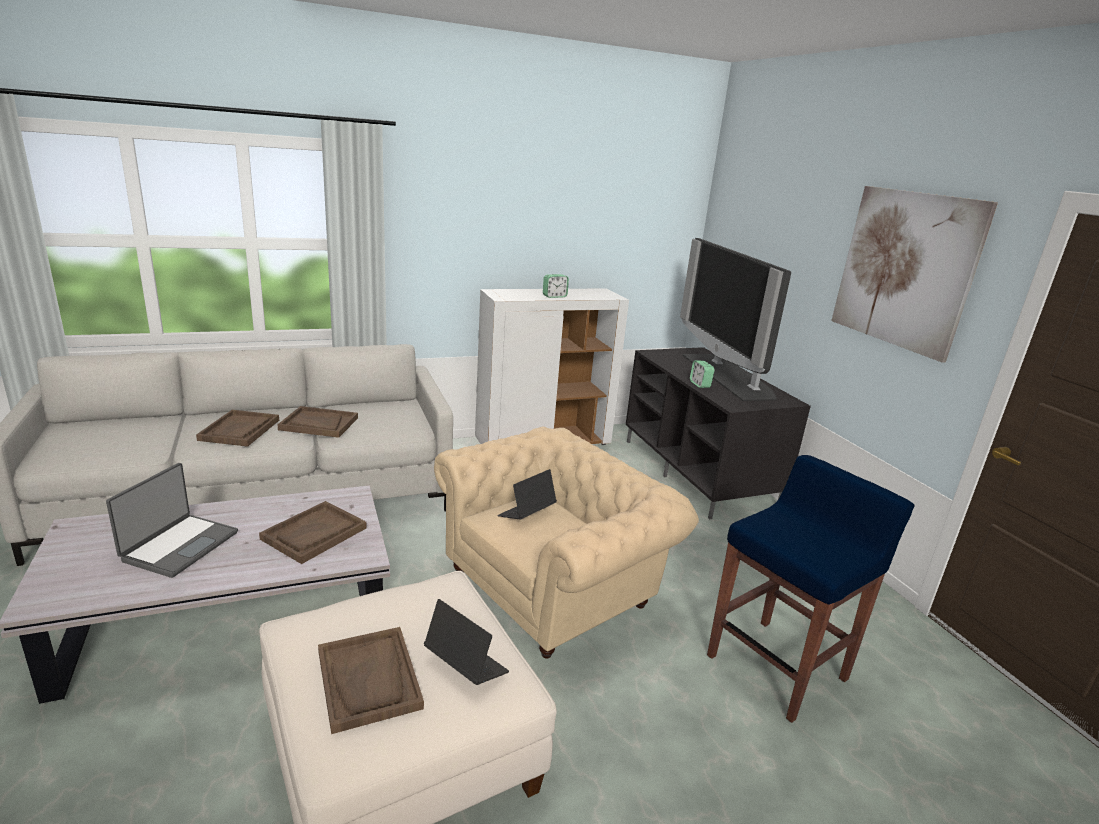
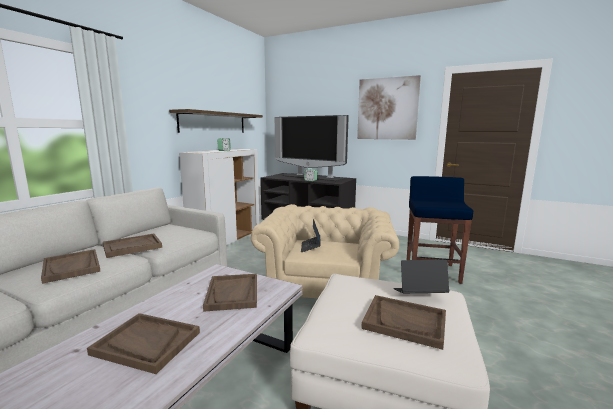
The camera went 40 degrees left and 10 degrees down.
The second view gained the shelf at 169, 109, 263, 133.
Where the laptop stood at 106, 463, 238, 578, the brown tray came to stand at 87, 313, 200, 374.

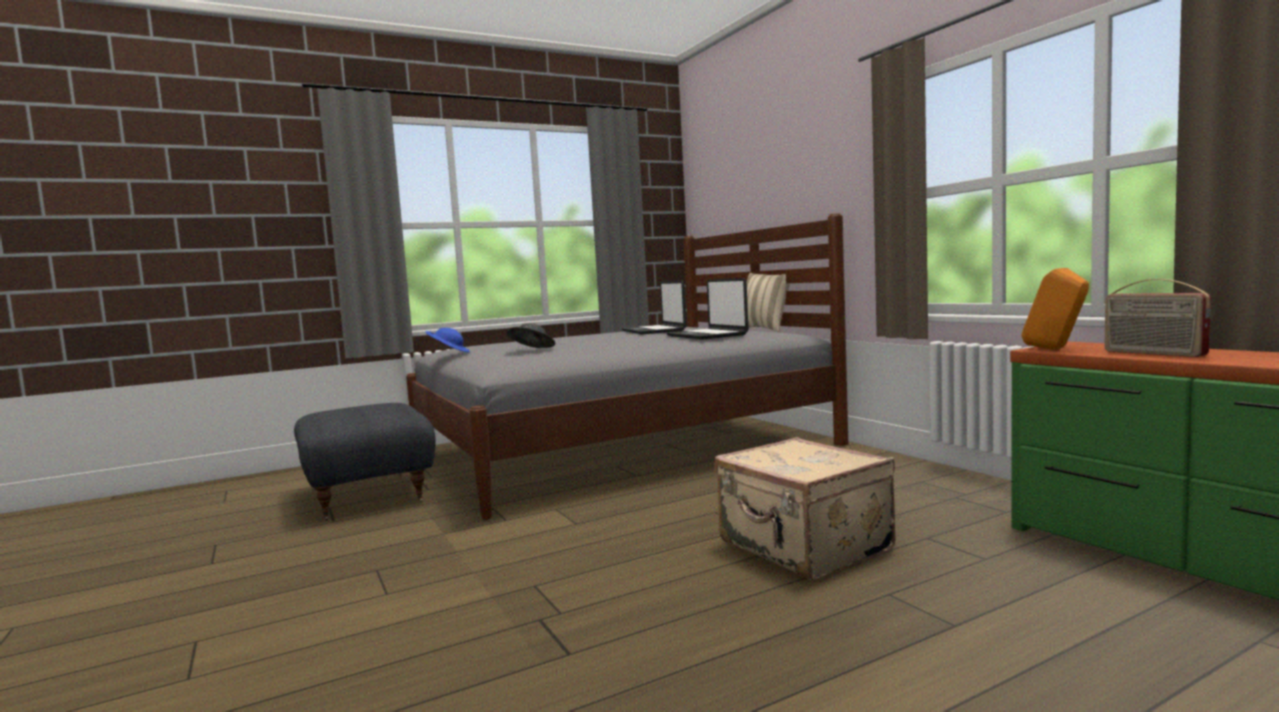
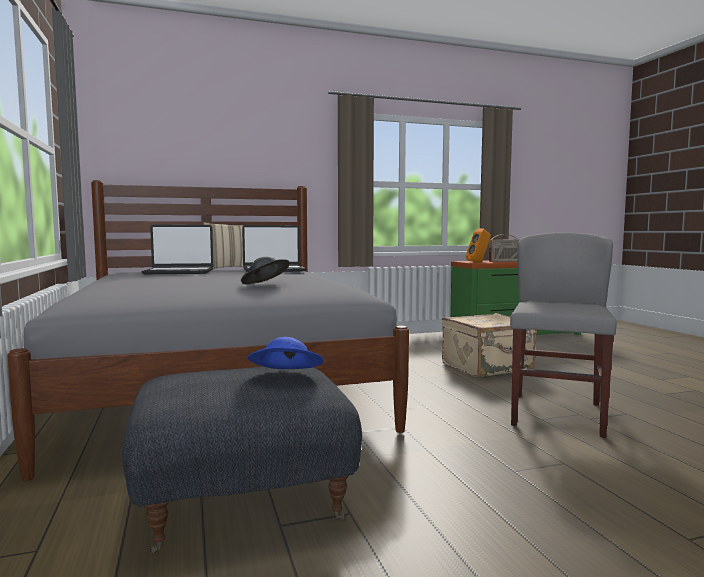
The camera went 80 degrees left and 0 degrees up.
The second view gained the grey chair at 510, 233, 617, 438.
The blue hat ended up elsewhere, having gone from 425, 328, 470, 352 to 248, 337, 324, 369.

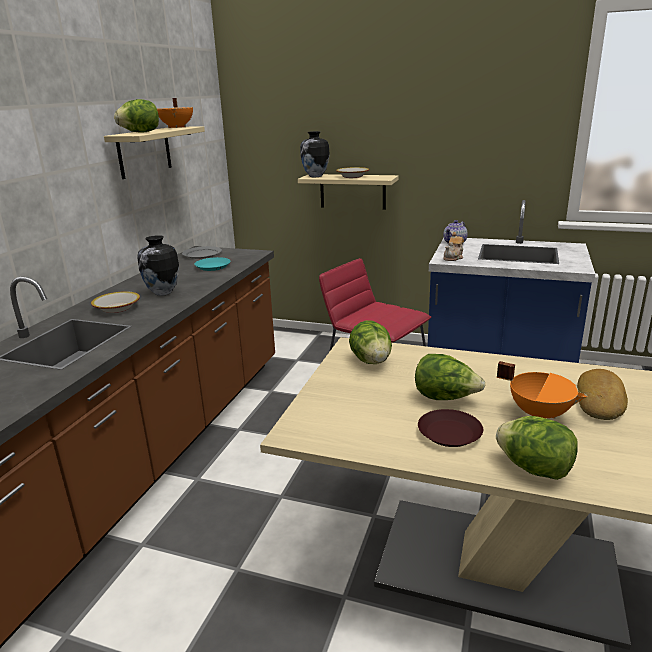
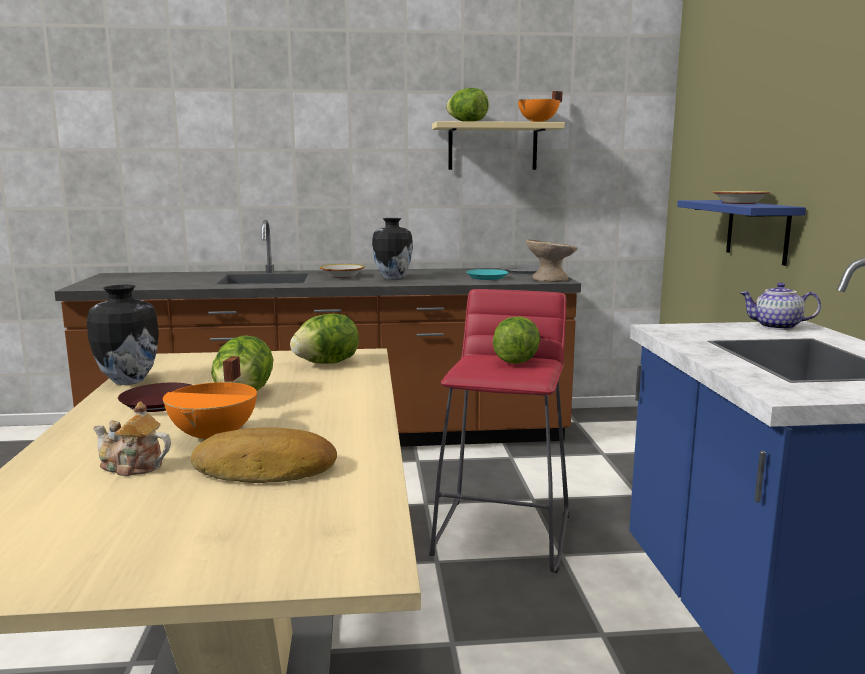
The camera went 65 degrees right and 10 degrees down.
The second view gained the beige bowl at 526, 239, 578, 282.
The vase ended up elsewhere, having gone from 300, 131, 329, 177 to 87, 285, 159, 385.
The teapot ended up elsewhere, having gone from 444, 232, 464, 261 to 93, 402, 171, 476.
The lettuce ended up elsewhere, having gone from 496, 416, 578, 480 to 493, 316, 540, 364.
What was the beige shelf at 298, 174, 399, 210 turned into the blue shelf at 677, 200, 806, 266.

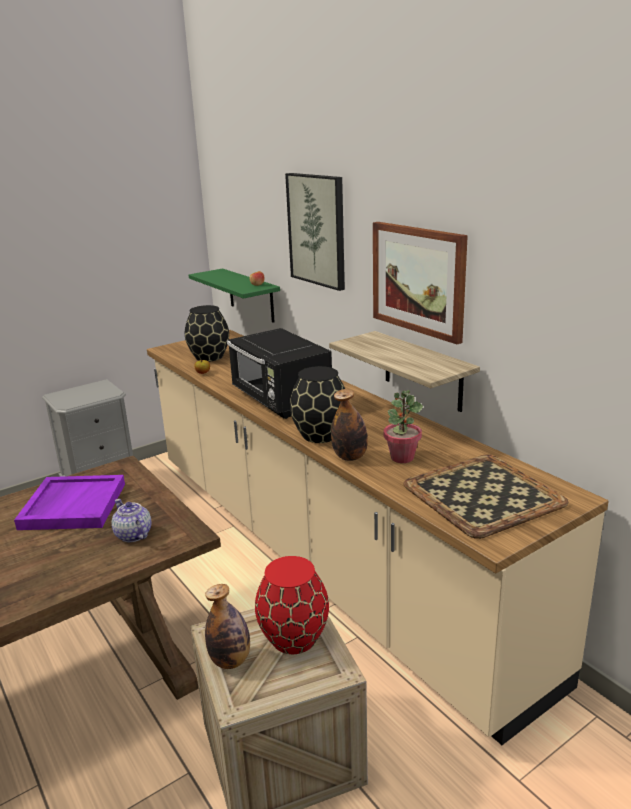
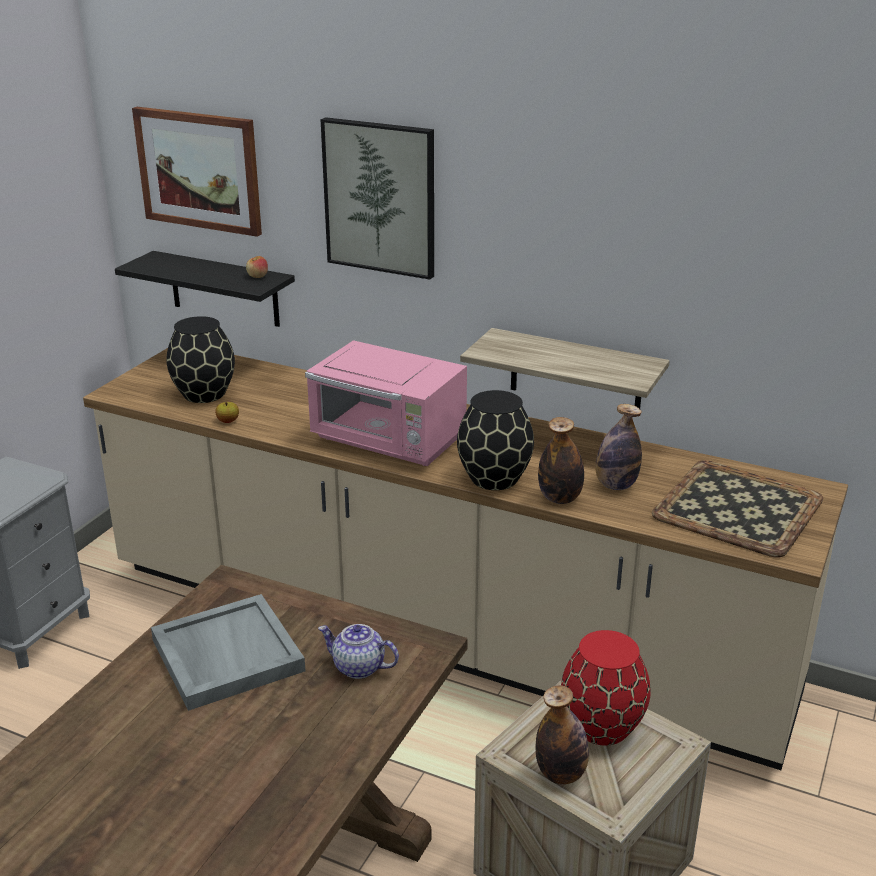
The camera went 30 degrees left and 5 degrees up.
The picture ended up elsewhere, having gone from 373, 222, 468, 344 to 132, 107, 262, 237.
Where the potted plant stood at 384, 390, 423, 463, the bottle came to stand at 596, 404, 642, 490.
What was the purple tray at 14, 475, 125, 530 turned into the grey tray at 151, 594, 306, 711.
What was the green shelf at 189, 268, 280, 323 turned into the black shelf at 115, 251, 295, 327.
What was the black microwave at 227, 328, 332, 419 turned into the pink microwave at 305, 340, 467, 466.

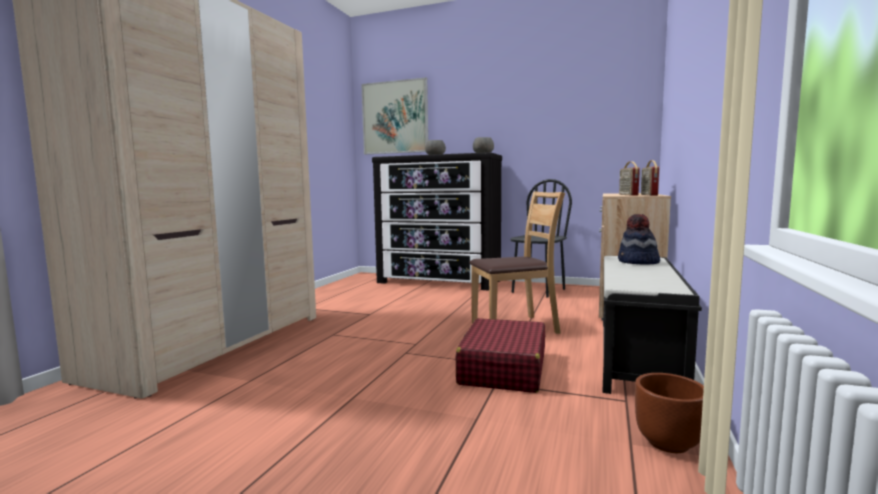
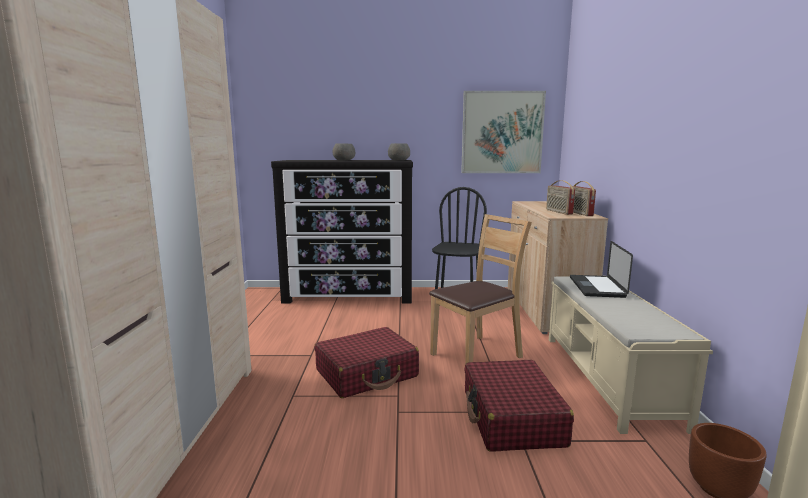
The camera went 20 degrees left and 5 degrees up.
The second view gained the red suitcase at 315, 327, 419, 398.
The picture ended up elsewhere, having gone from 361, 77, 428, 154 to 461, 91, 546, 173.
Where the hat stood at 618, 214, 660, 264, the laptop came to stand at 570, 241, 633, 298.
What was the black bench at 603, 256, 702, 394 turned into the beige bench at 549, 276, 713, 434.

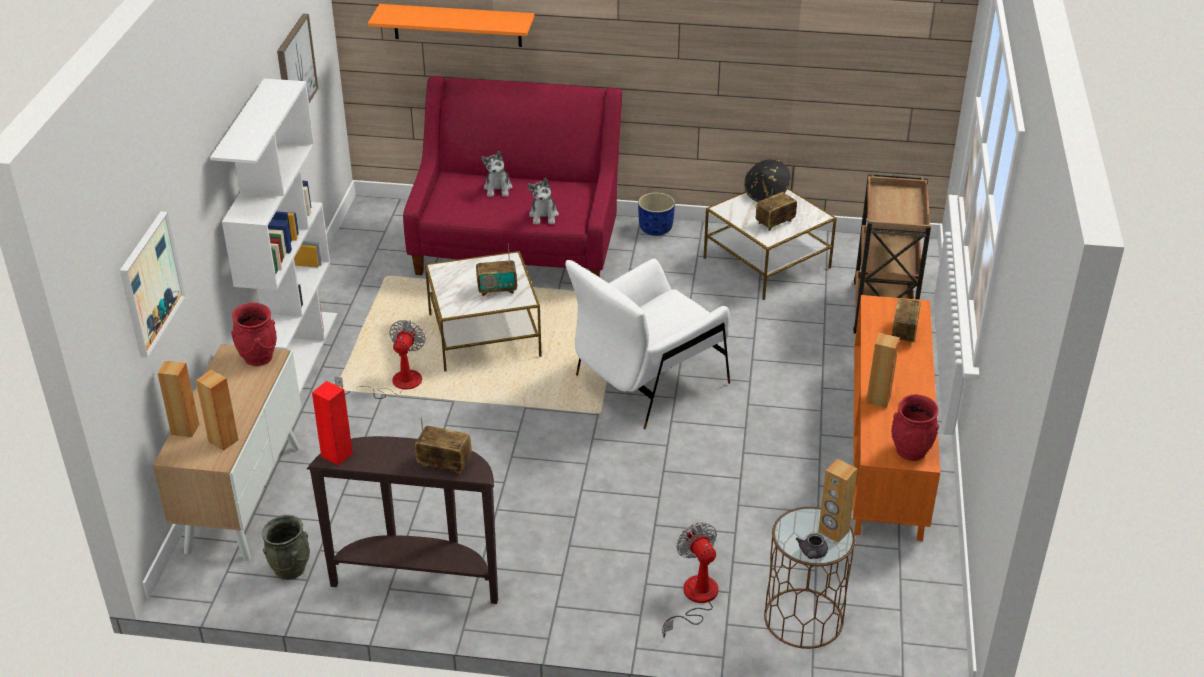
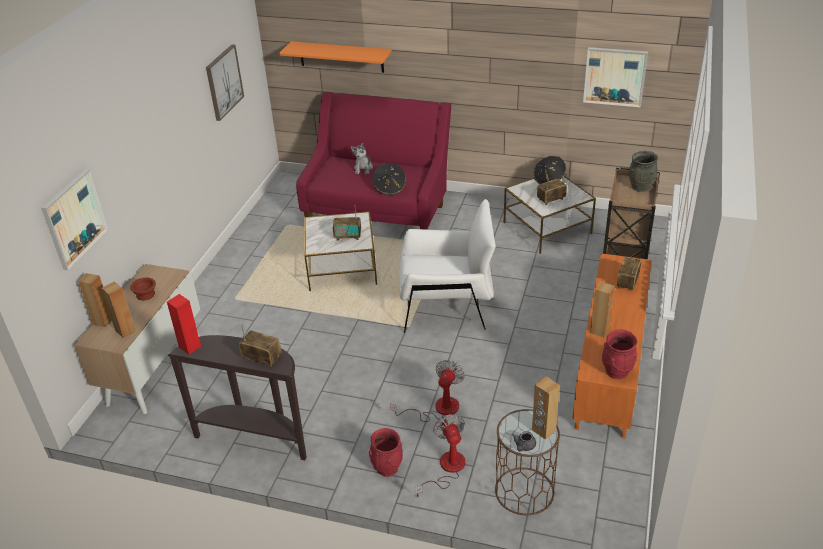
The camera went 10 degrees right and 0 degrees up.
The second view lost the white bookcase at 210, 78, 337, 394.
The second view lost the blue planter at 638, 193, 675, 236.
The second view gained the brown bowl at 130, 278, 156, 300.
The second view gained the picture at 583, 47, 648, 107.
The red vase ended up elsewhere, having gone from 231, 302, 277, 366 to 369, 428, 403, 477.
The grey vase ended up elsewhere, having gone from 262, 515, 310, 580 to 629, 151, 658, 192.
The fan ended up elsewhere, having gone from 334, 320, 426, 399 to 390, 360, 465, 422.
Where the plush toy stood at 528, 178, 559, 225, the black hat came to stand at 372, 163, 406, 195.
The white armchair at 565, 259, 730, 429 ended up facing another way, 150 degrees counterclockwise from before.

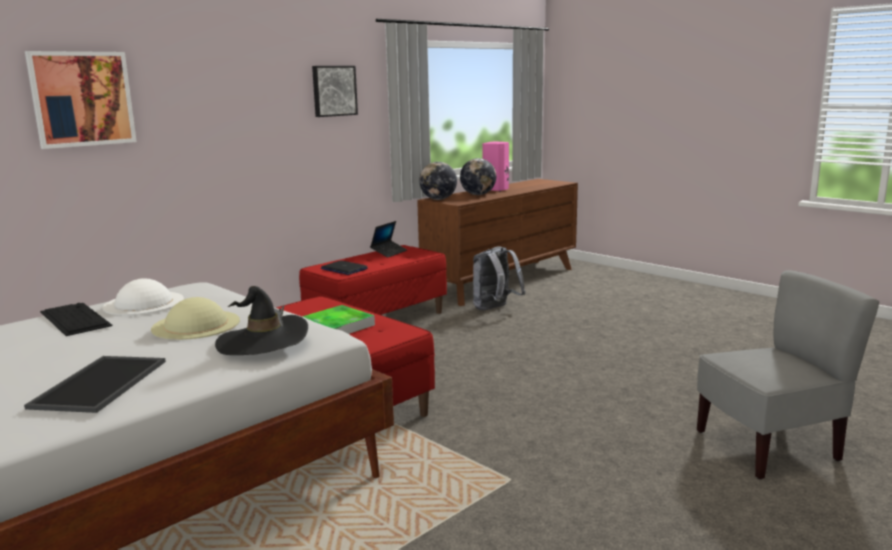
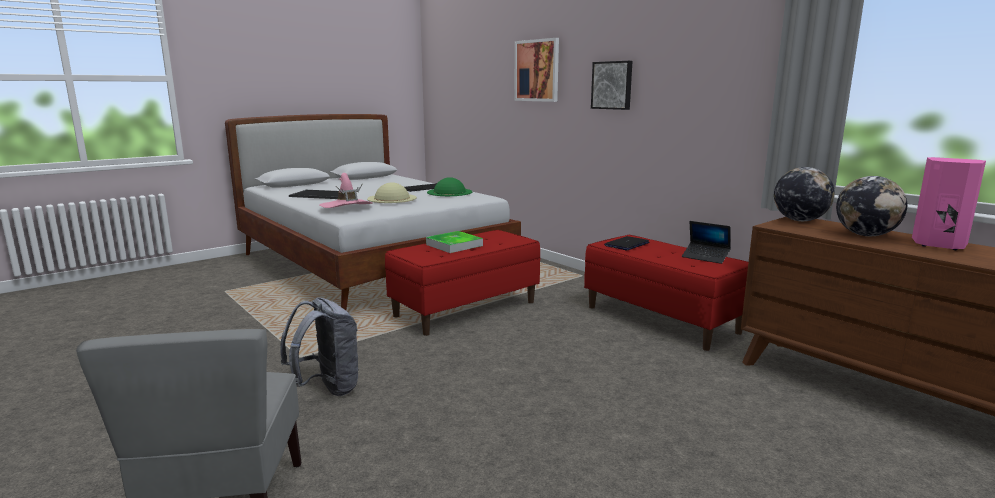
The camera went 95 degrees right and 0 degrees up.
The picture ended up elsewhere, having gone from 312, 66, 358, 117 to 591, 61, 633, 110.
The grey backpack ended up elsewhere, having gone from 473, 246, 526, 310 to 280, 297, 359, 396.
What was the white hat at 102, 278, 184, 315 turned into the green hat at 427, 177, 472, 196.
What was the black hat at 215, 286, 308, 355 turned into the pink hat at 320, 173, 373, 208.

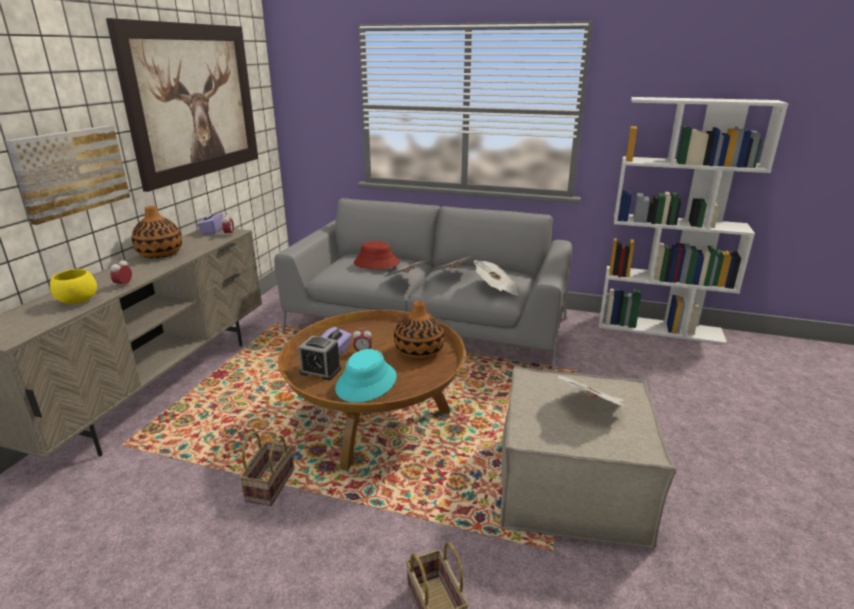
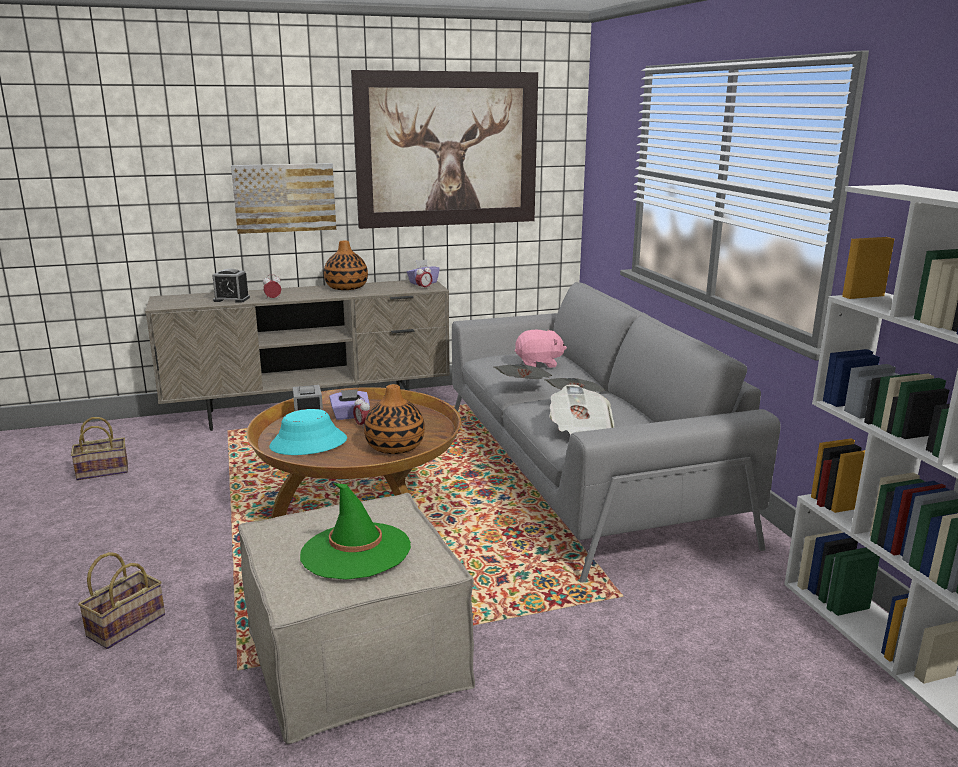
The camera went 55 degrees right and 5 degrees down.
The basket ended up elsewhere, having gone from 239, 431, 294, 506 to 71, 417, 128, 480.
Where the yellow bowl stood at 50, 269, 97, 304, the alarm clock came to stand at 213, 269, 250, 303.
Where the red hat stood at 354, 241, 400, 269, the pink plush toy came to stand at 515, 330, 567, 368.
Where the newspaper stood at 558, 375, 625, 407, the green hat came to stand at 300, 483, 411, 580.

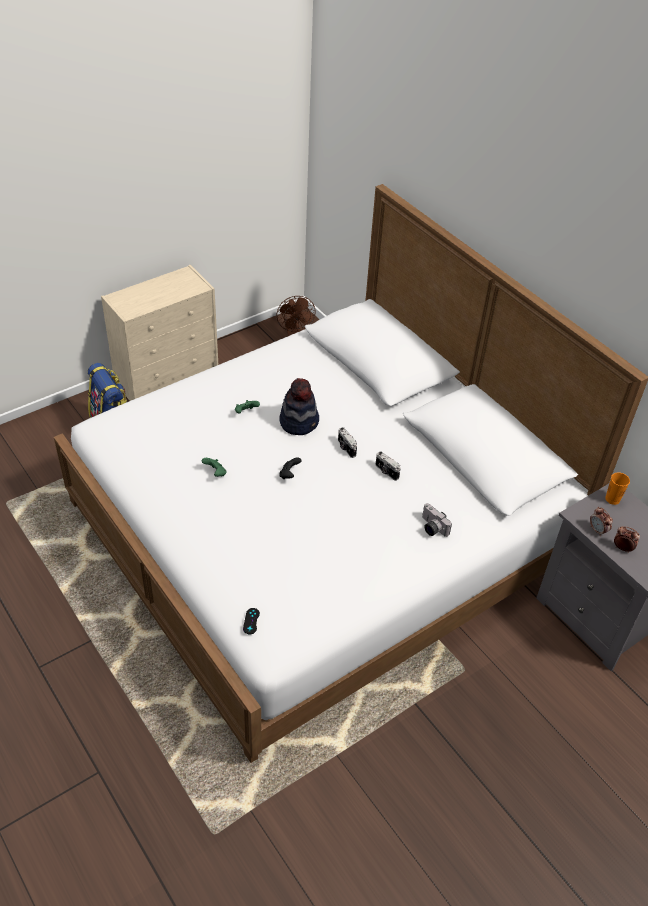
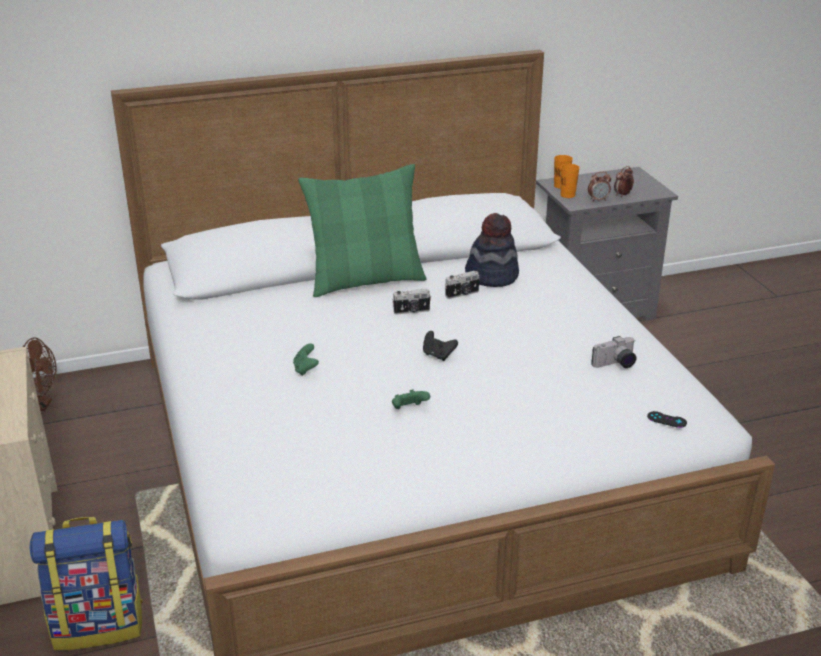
The camera went 70 degrees left and 15 degrees down.
The second view gained the green pillow at 298, 164, 426, 297.
The second view gained the orange cup at 560, 164, 580, 198.
The hat ended up elsewhere, having gone from 279, 378, 319, 435 to 465, 213, 519, 287.
The photo camera ended up elsewhere, having gone from 422, 503, 452, 537 to 591, 336, 637, 368.

